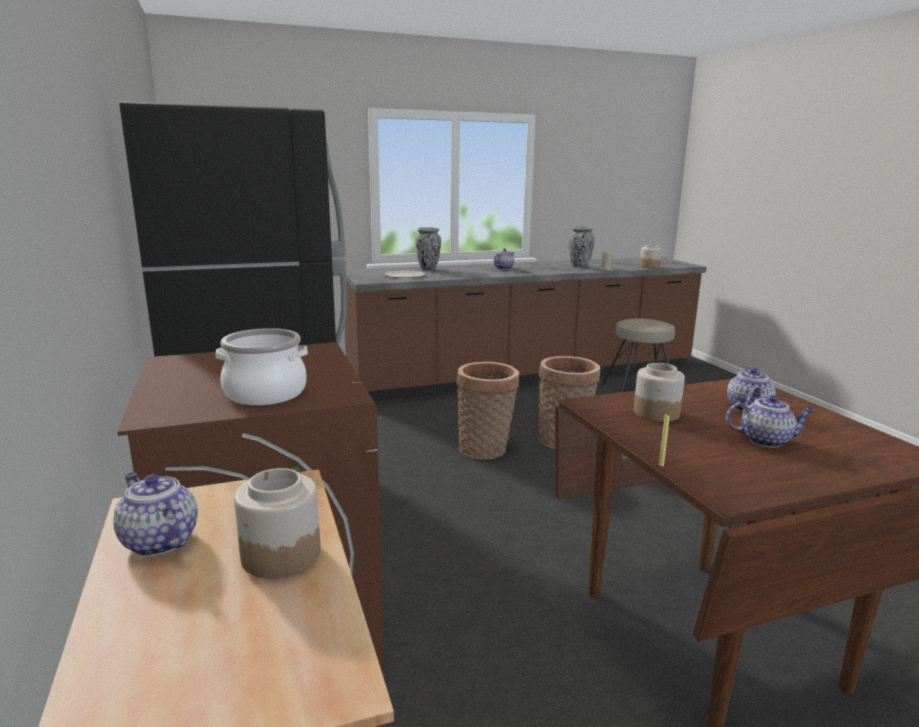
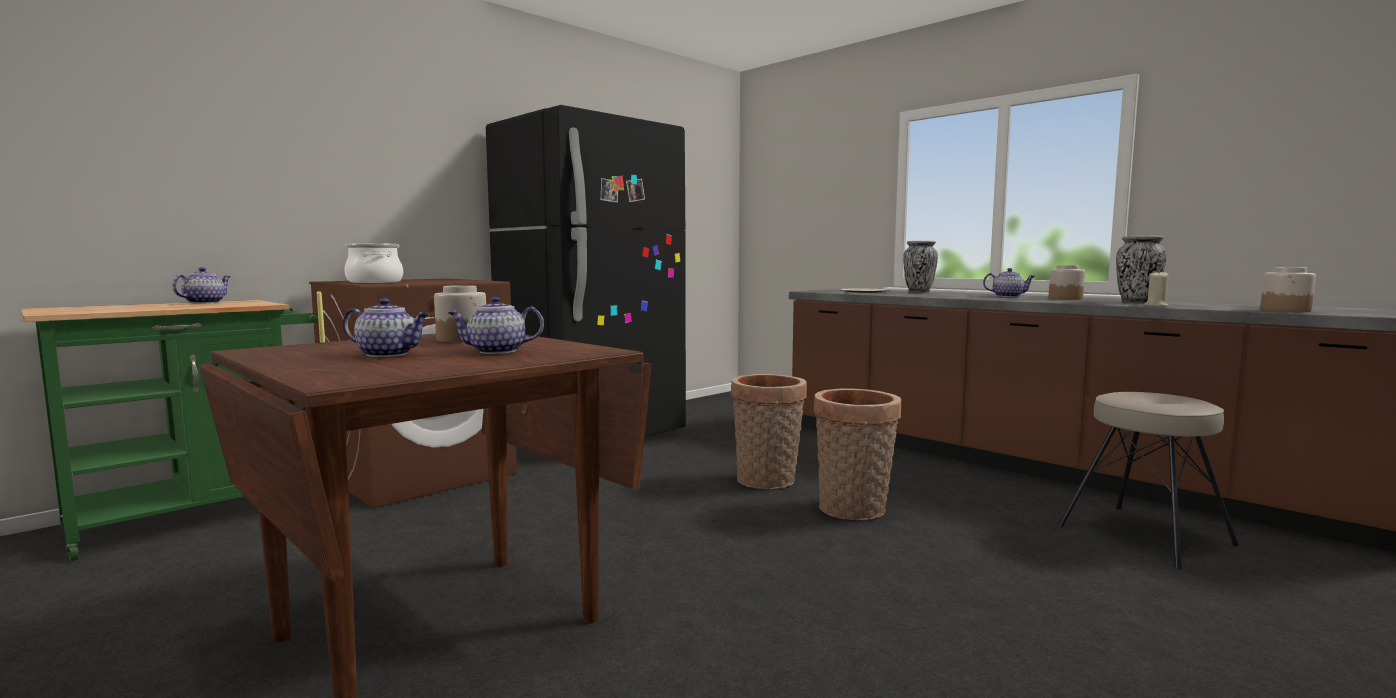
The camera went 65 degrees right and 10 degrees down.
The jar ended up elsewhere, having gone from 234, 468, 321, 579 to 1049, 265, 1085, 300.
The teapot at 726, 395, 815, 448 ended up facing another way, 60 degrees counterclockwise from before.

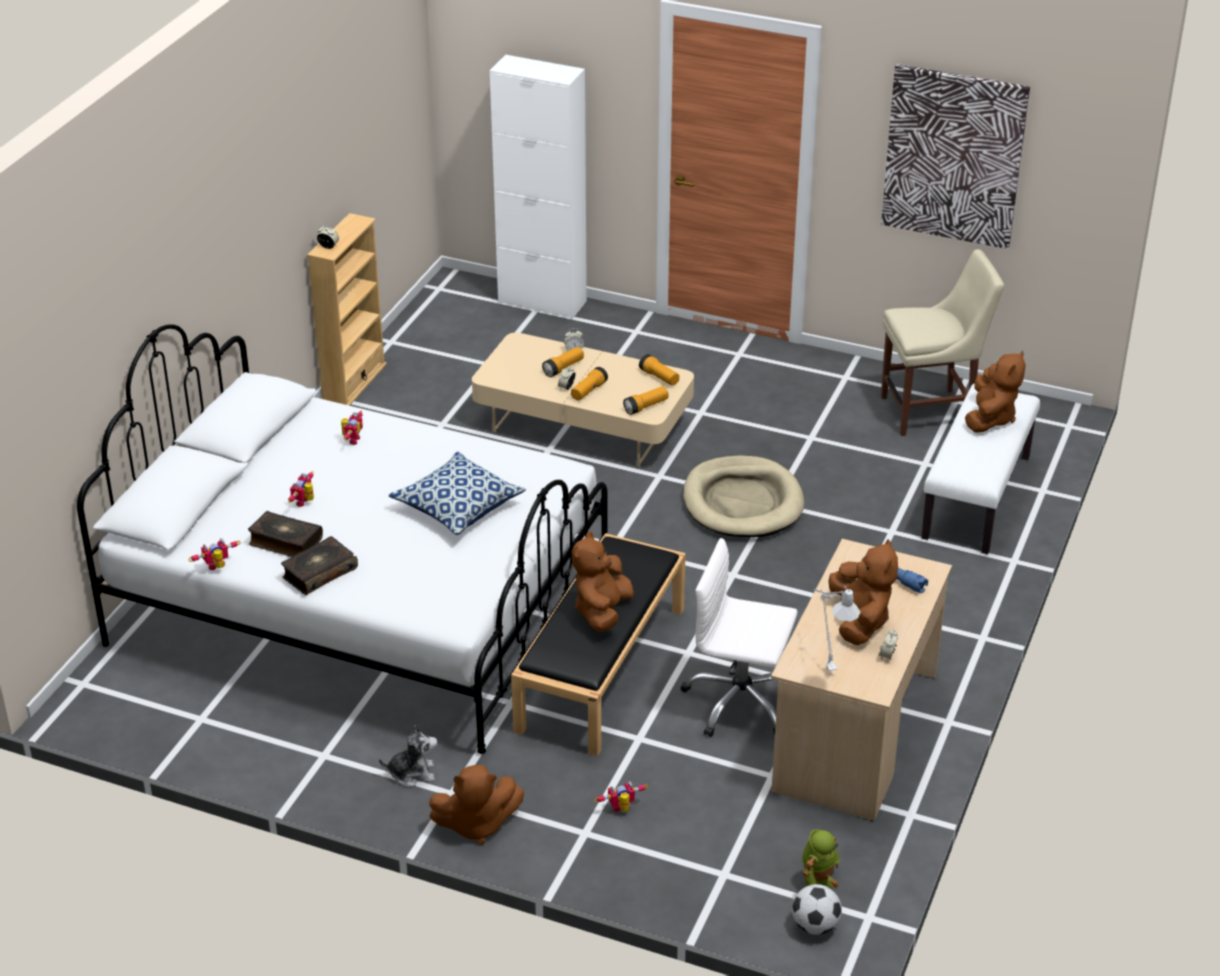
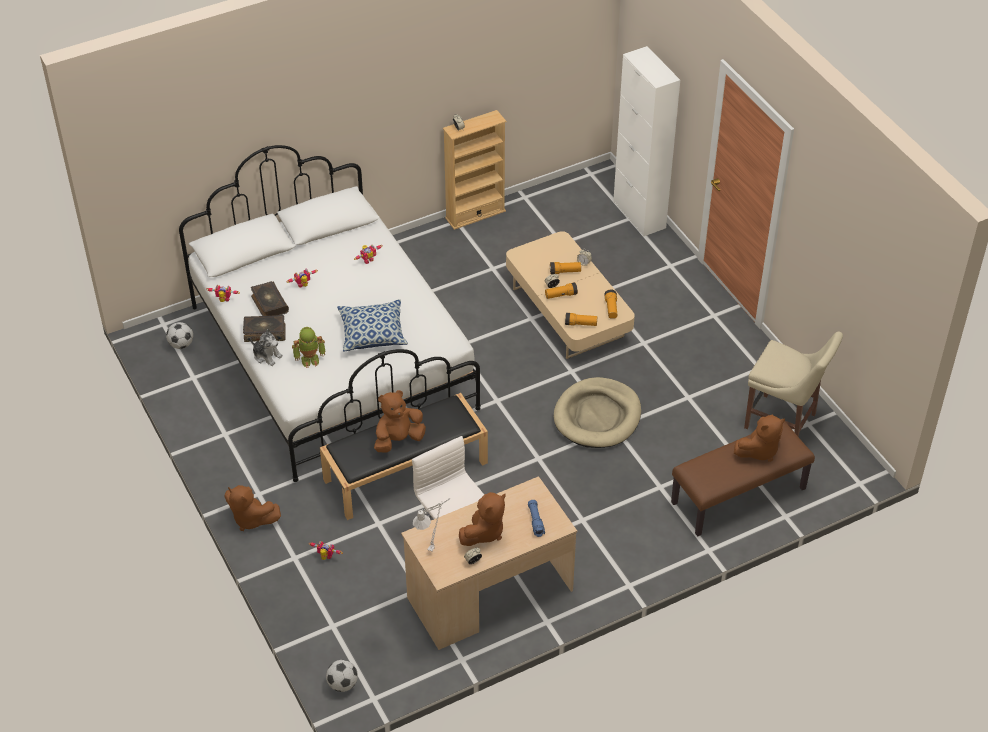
The camera went 40 degrees right and 10 degrees up.
The second view lost the picture at 881, 64, 1030, 249.
The second view gained the football at 166, 322, 193, 349.
The plush toy ended up elsewhere, having gone from 379, 725, 438, 787 to 250, 329, 283, 366.
The toy robot ended up elsewhere, having gone from 802, 829, 840, 888 to 292, 327, 326, 368.
What was the white bench at 921, 384, 1040, 554 turned into the brown bench at 671, 422, 815, 536.

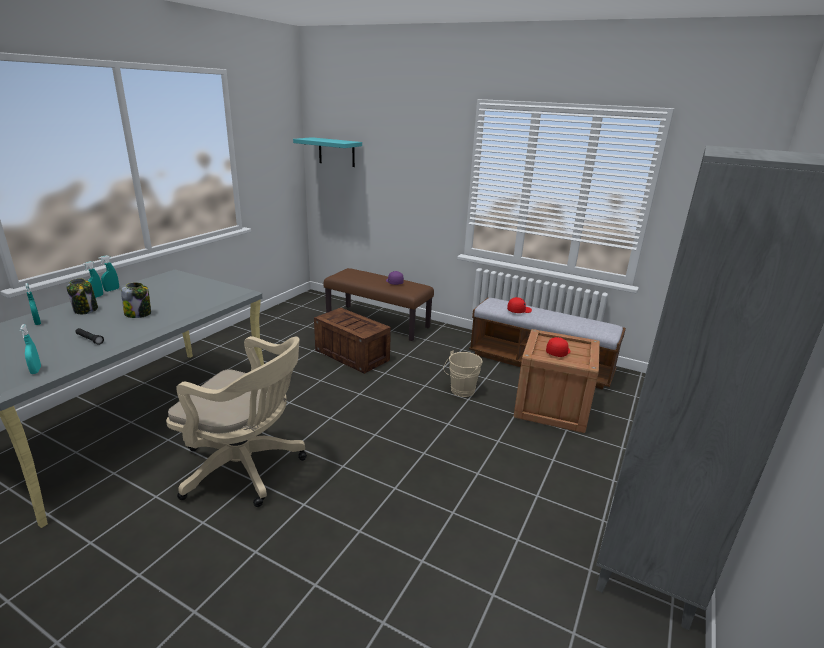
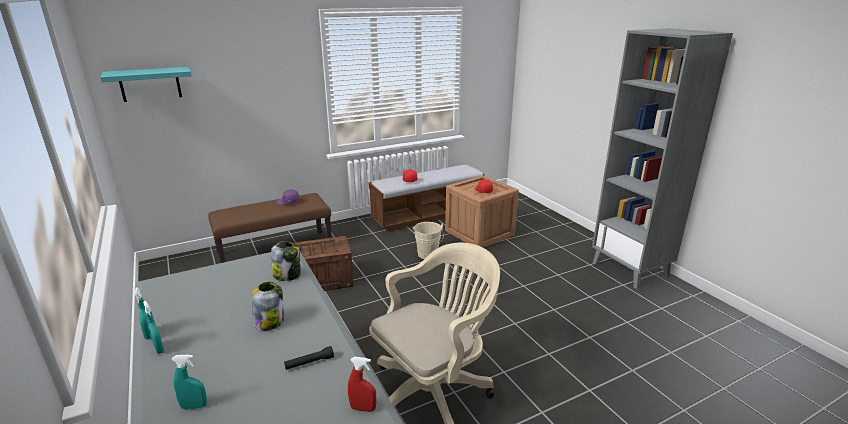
The camera went 55 degrees left and 0 degrees up.
The jar ended up elsewhere, having gone from 66, 278, 98, 314 to 271, 241, 301, 281.
What was the turquoise spray bottle at 19, 324, 41, 374 turned into the red spray bottle at 348, 357, 376, 412.

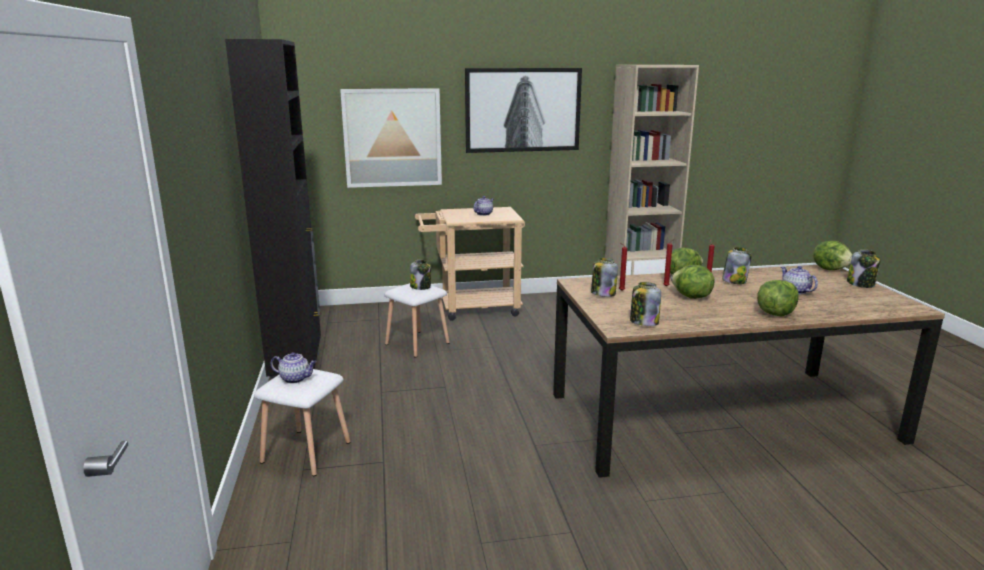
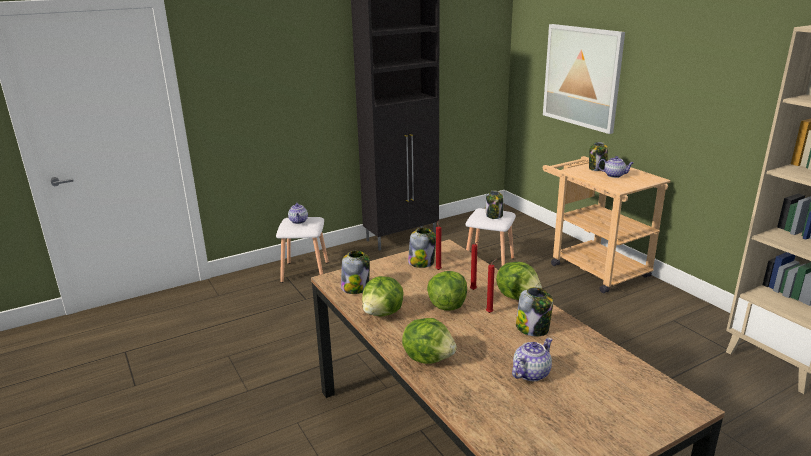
The camera went 70 degrees right and 5 degrees up.
The second view lost the picture at 465, 68, 582, 153.
The lettuce ended up elsewhere, having gone from 813, 241, 853, 270 to 362, 276, 404, 317.
The jar ended up elsewhere, having gone from 847, 249, 881, 288 to 589, 142, 608, 171.

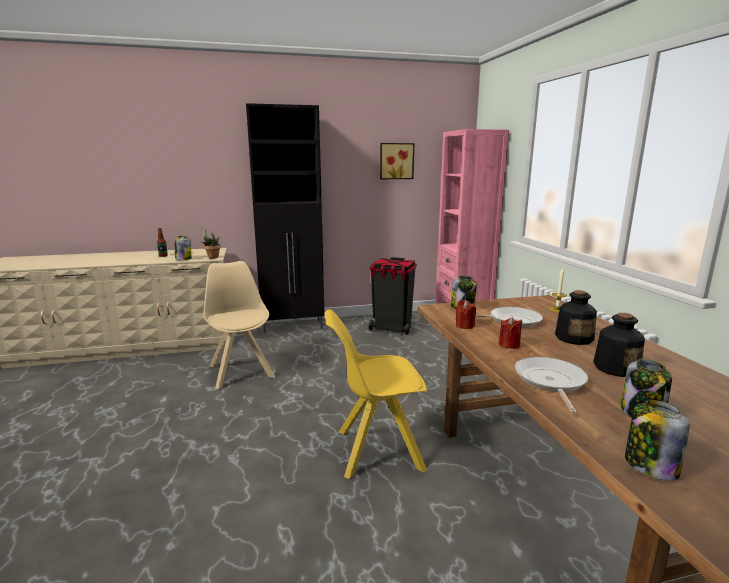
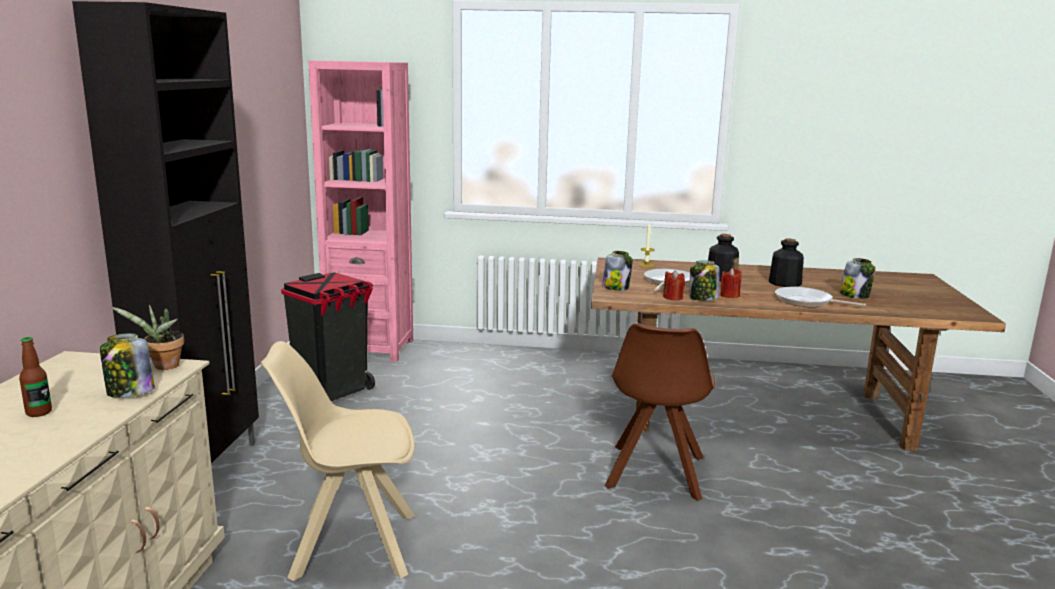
The camera went 70 degrees left and 0 degrees up.
The second view lost the picture at 380, 143, 415, 179.
The jar ended up elsewhere, having gone from 625, 400, 690, 481 to 690, 260, 720, 301.
What was the yellow chair at 325, 309, 427, 479 turned into the brown chair at 605, 323, 715, 501.

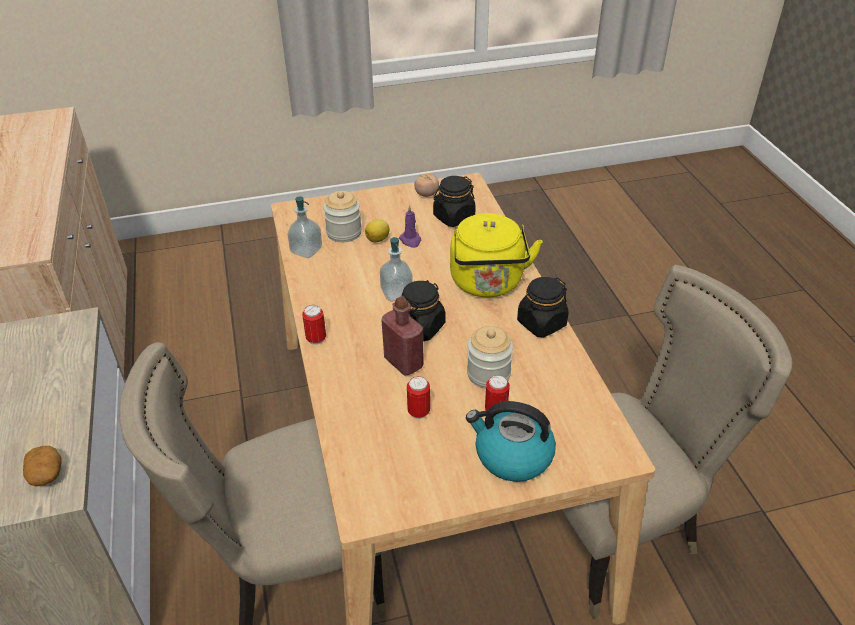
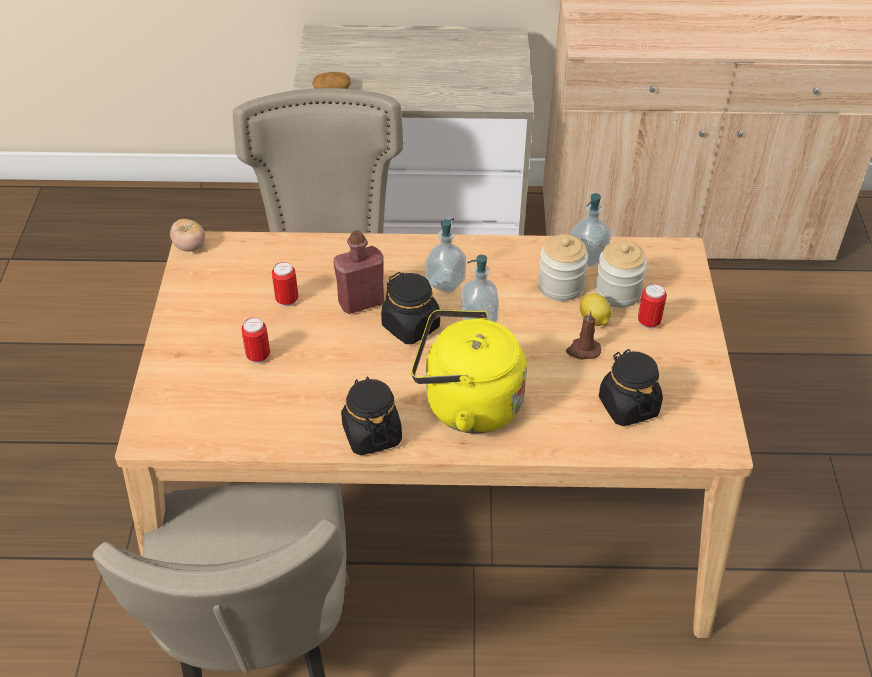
The camera went 105 degrees right and 5 degrees up.
The second view lost the kettle at 466, 401, 556, 482.
The second view gained the soap dispenser at 425, 218, 466, 294.
The can ended up elsewhere, having gone from 302, 305, 326, 345 to 638, 284, 667, 329.
The tomato ended up elsewhere, having gone from 414, 173, 439, 197 to 170, 219, 205, 251.
The jar ended up elsewhere, having gone from 467, 326, 513, 389 to 538, 234, 589, 301.
What was the purple candle at 399, 205, 421, 248 turned into the brown candle at 566, 310, 601, 360.

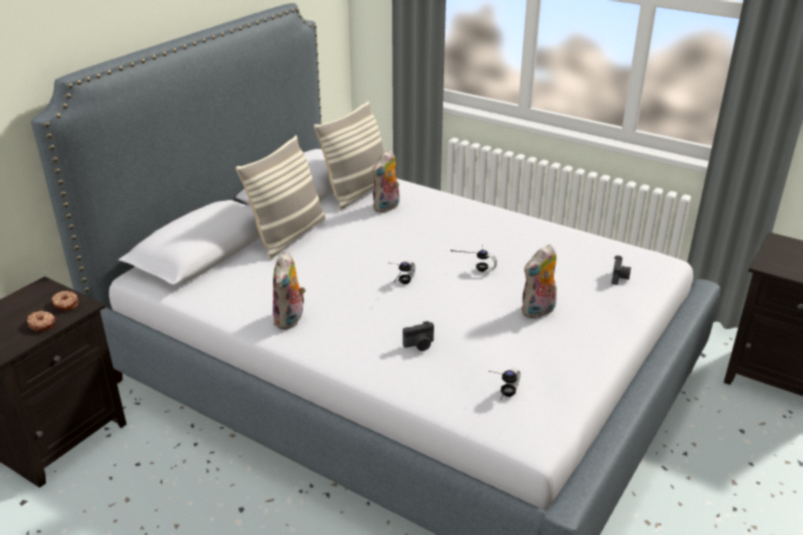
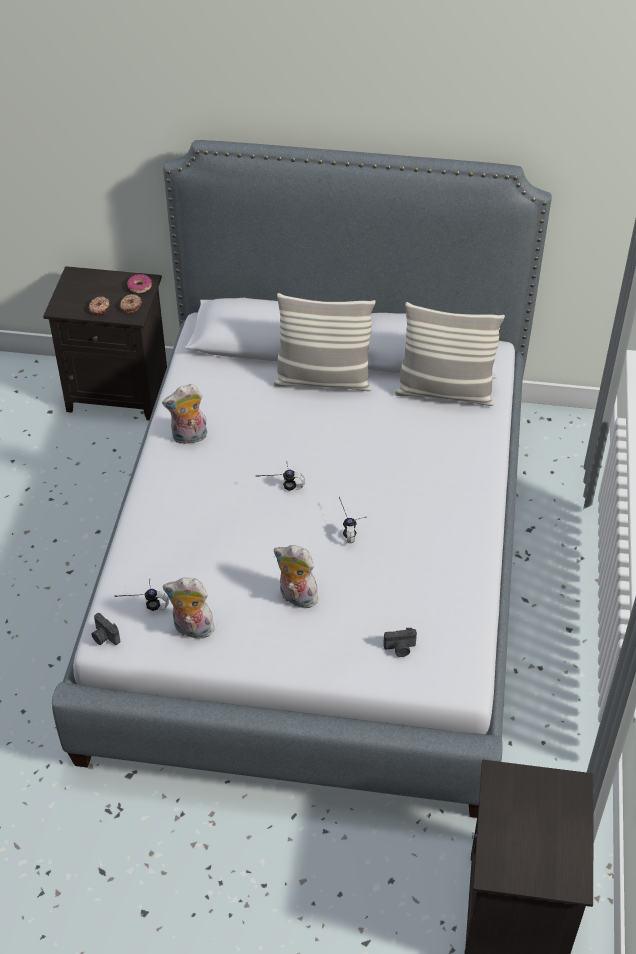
The camera went 65 degrees right and 15 degrees up.
The second view gained the donut at 127, 274, 152, 293.
The plush toy ended up elsewhere, having gone from 372, 150, 400, 213 to 163, 578, 217, 642.
The photo camera ended up elsewhere, having gone from 403, 321, 434, 351 to 91, 613, 120, 645.

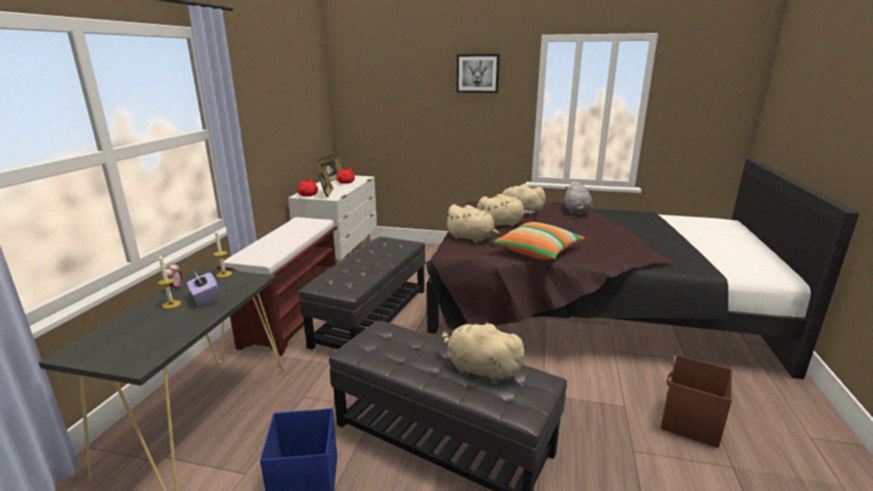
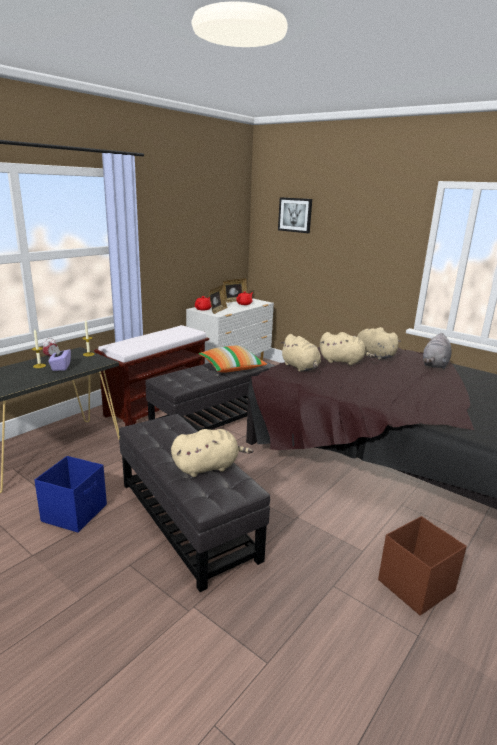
The camera went 25 degrees right and 0 degrees up.
The picture ended up elsewhere, having gone from 456, 54, 500, 93 to 278, 197, 312, 233.
The pillow ended up elsewhere, having gone from 493, 222, 585, 260 to 198, 345, 267, 373.
The beige plush toy at 442, 321, 527, 384 ended up facing another way, 105 degrees clockwise from before.

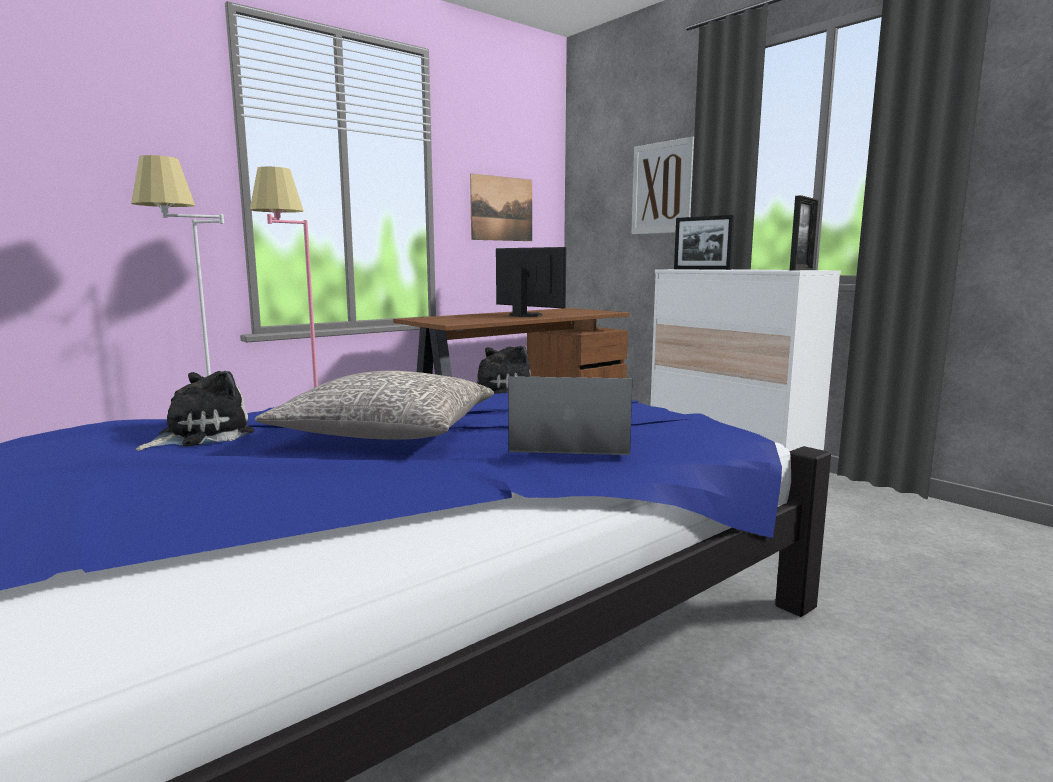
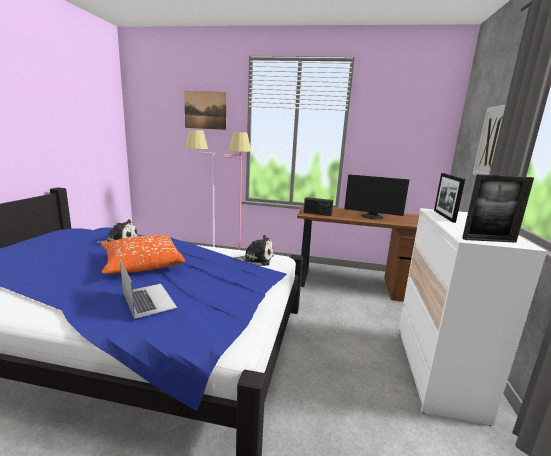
The camera went 50 degrees right and 5 degrees up.
The second view gained the radio at 304, 197, 333, 216.
The picture ended up elsewhere, having gone from 470, 173, 532, 241 to 184, 91, 227, 130.
What was the grey pillow at 255, 371, 494, 440 turned into the orange pillow at 101, 235, 185, 274.
The monitor at 496, 247, 566, 317 ended up facing another way, 105 degrees clockwise from before.

